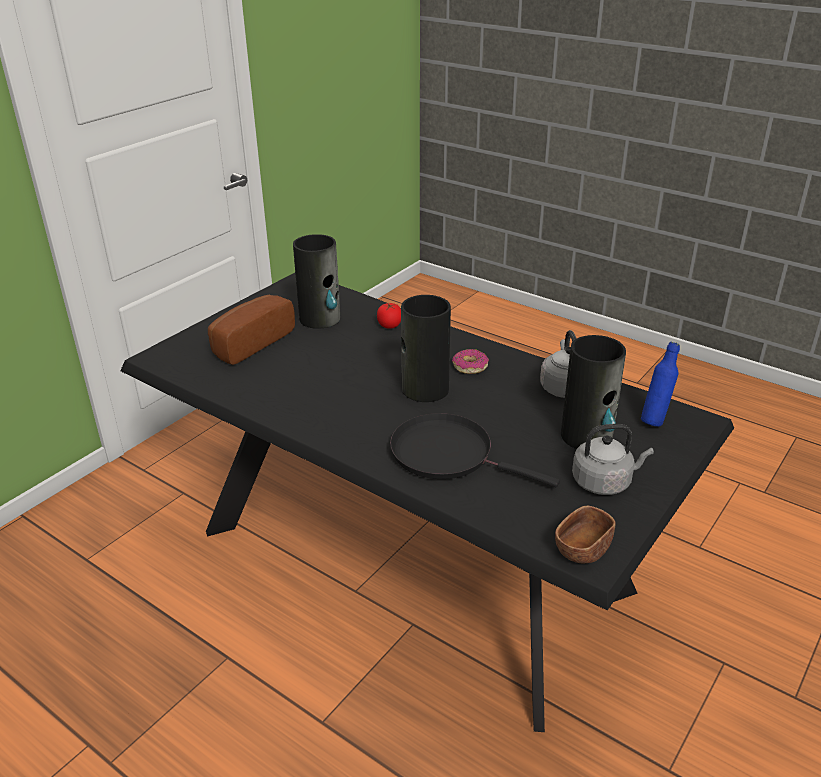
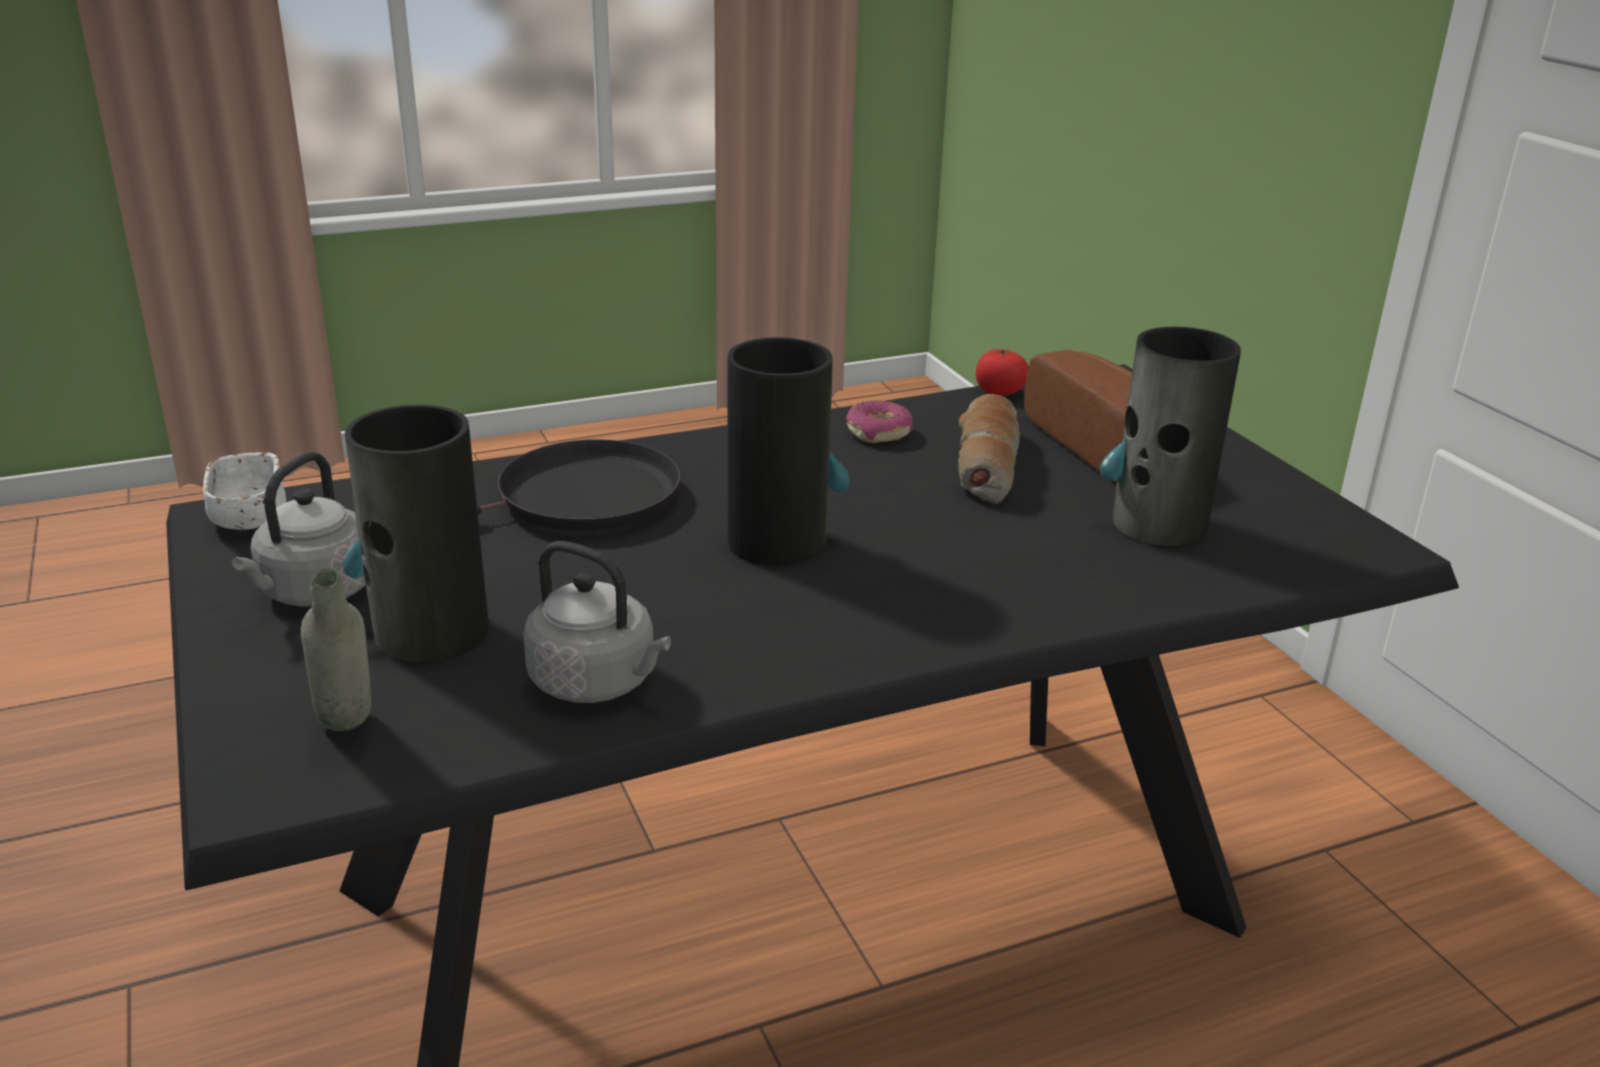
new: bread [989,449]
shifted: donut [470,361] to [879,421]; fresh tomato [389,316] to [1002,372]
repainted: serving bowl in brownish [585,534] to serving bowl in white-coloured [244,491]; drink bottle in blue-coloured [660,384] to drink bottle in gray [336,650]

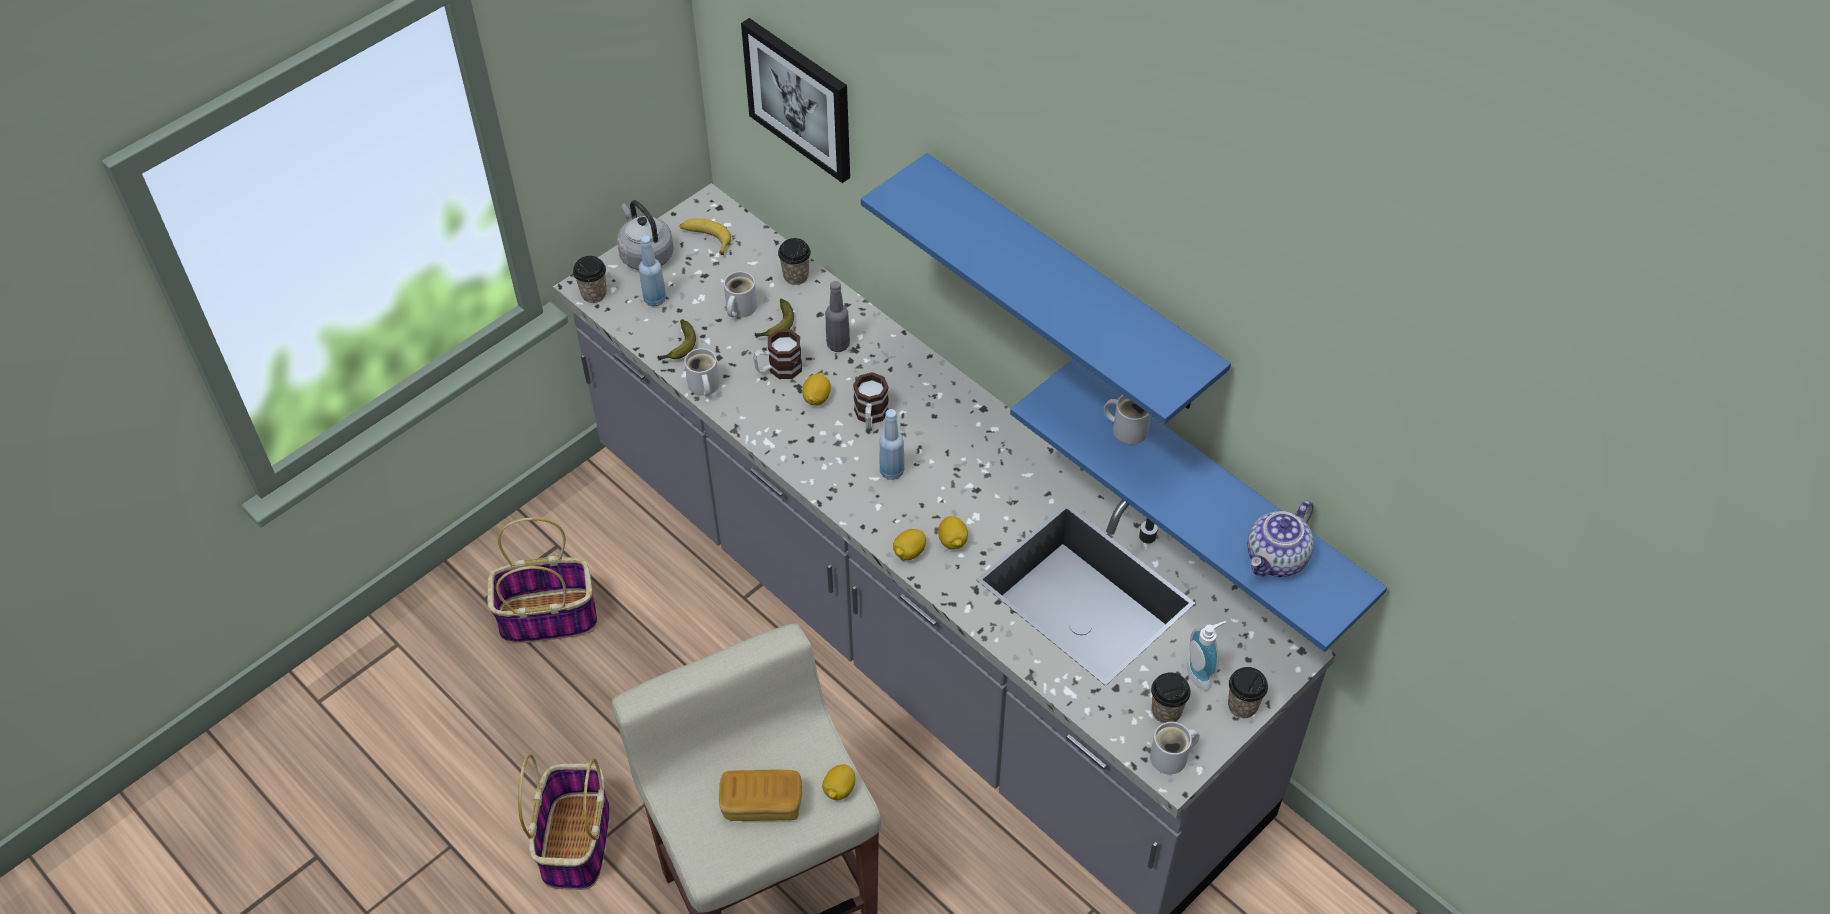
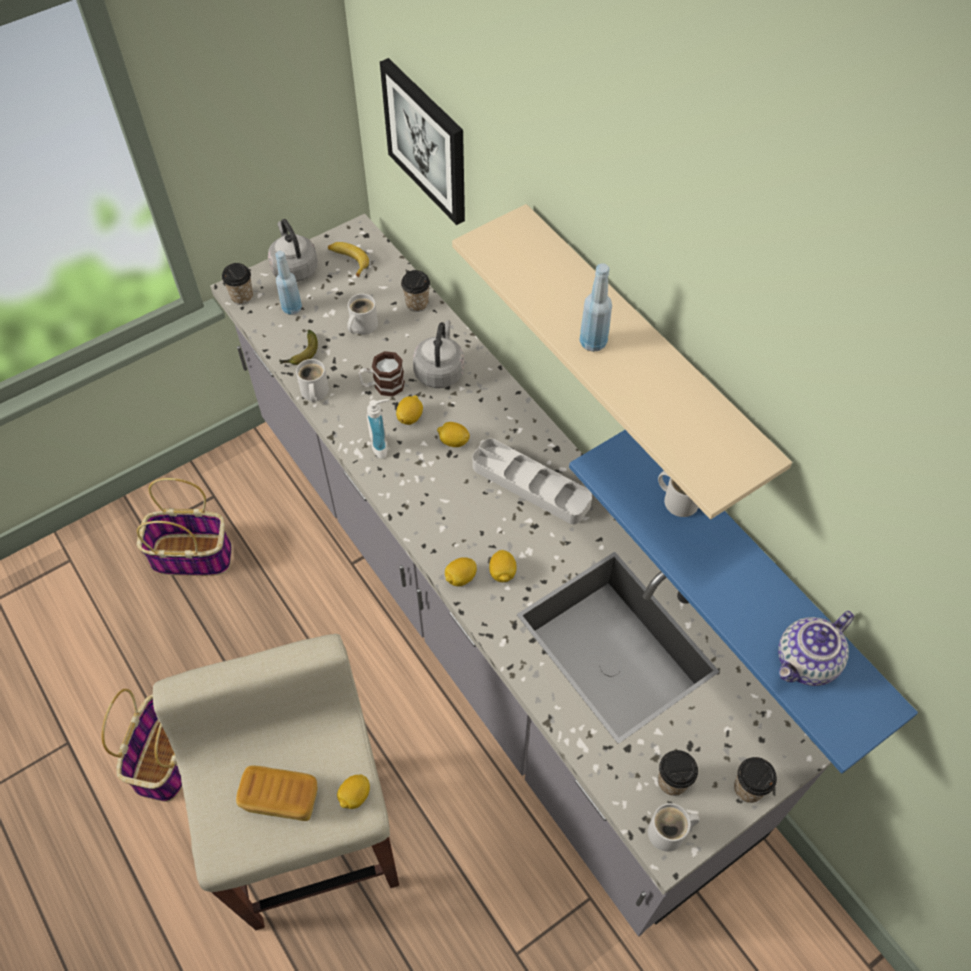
gone: whole banana [774,318]
new: carrying tray in gray [532,481]
shifted: soap dispenser [1206,656] to [378,429]; drink bottle in blue-coloured [891,444] to [595,307]
swapped: drink bottle in gray [837,316] to kettle in gray [438,354]; mug [871,400] to whole lemon [453,434]
repainted: shelf in blue-coloured [1046,289] to shelf in beige [622,361]

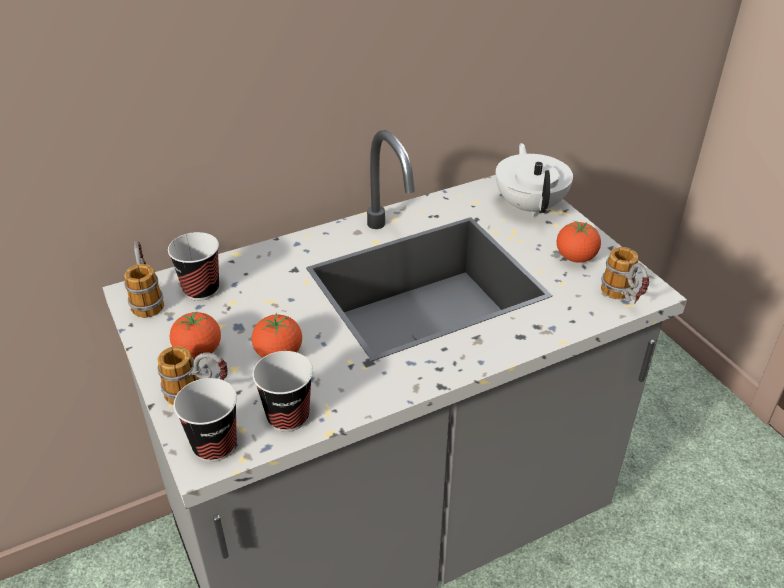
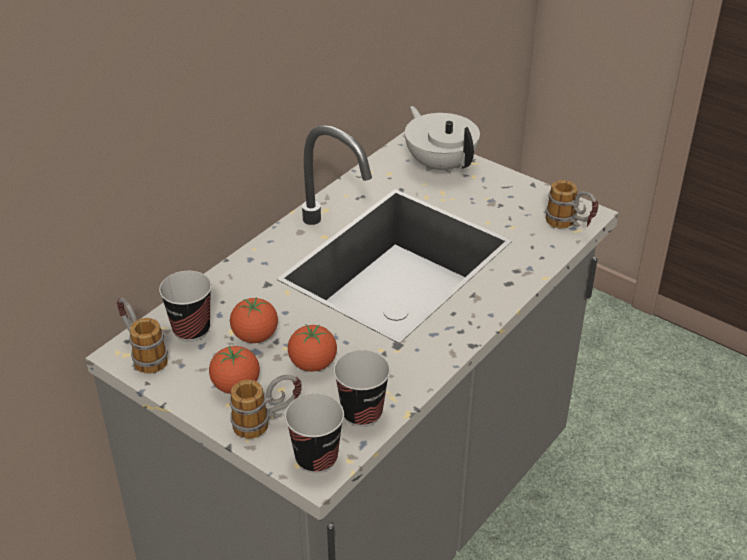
shifted: fresh tomato [579,242] to [254,320]

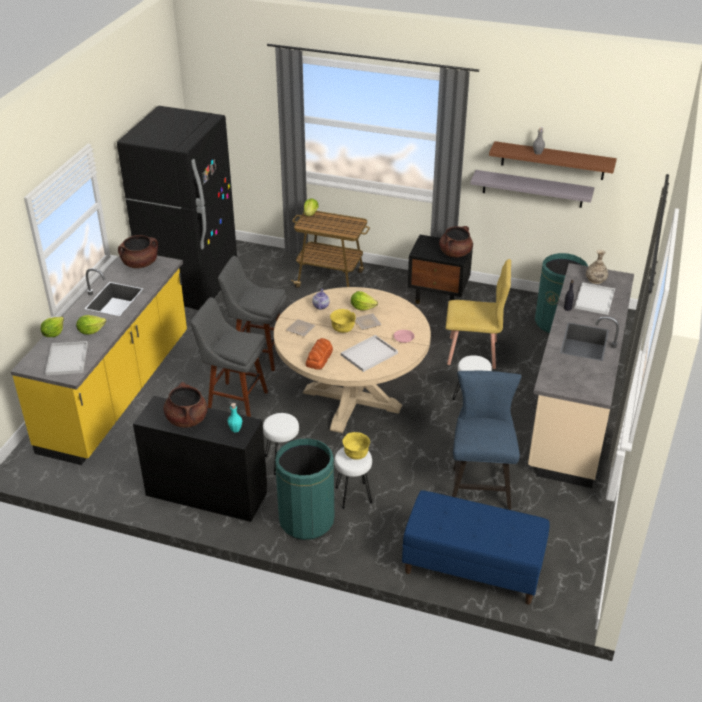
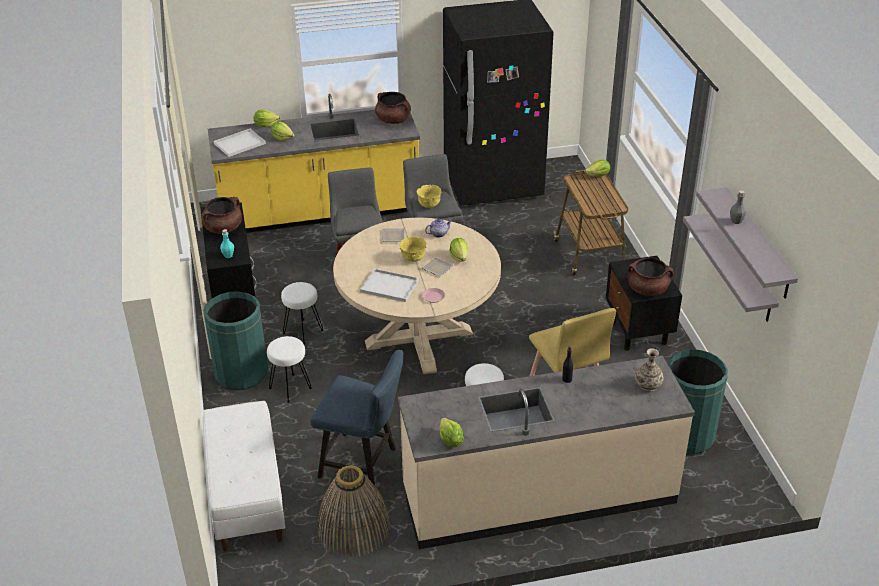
gone: bread [319,353]; carrying tray in white-coloured [595,298]
new: basket [354,511]; head of lettuce [452,433]
shifted: serving bowl in yellow-coloured [356,446] to [429,196]
repainted: bench in blue-coloured [476,547] to bench in white-coloured [244,476]; shelf in brownish [553,160] to shelf in gray [747,243]
rotated: plain chair in blue-coloured [487,440] = [357,419] 45 degrees clockwise

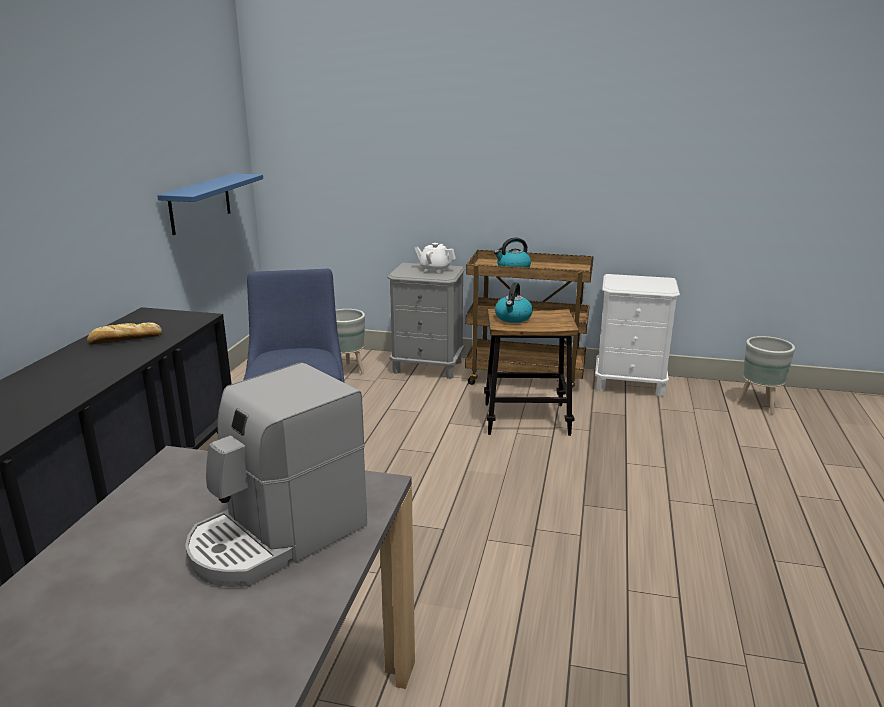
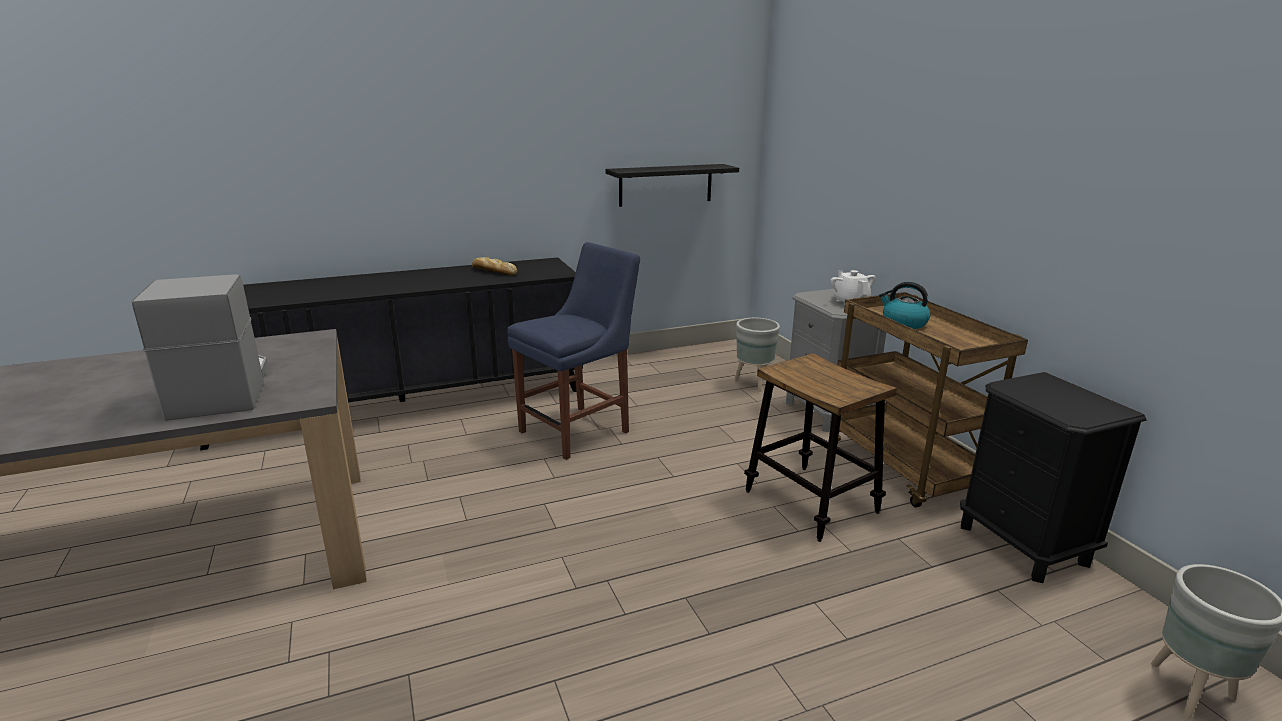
gone: kettle [514,302]
repainted: shelf in blue-coloured [210,204] to shelf in blackish [672,185]; nightstand in white-coloured [637,335] to nightstand in blackish [1053,477]
rotated: coffee maker [276,474] = [200,347] 60 degrees clockwise

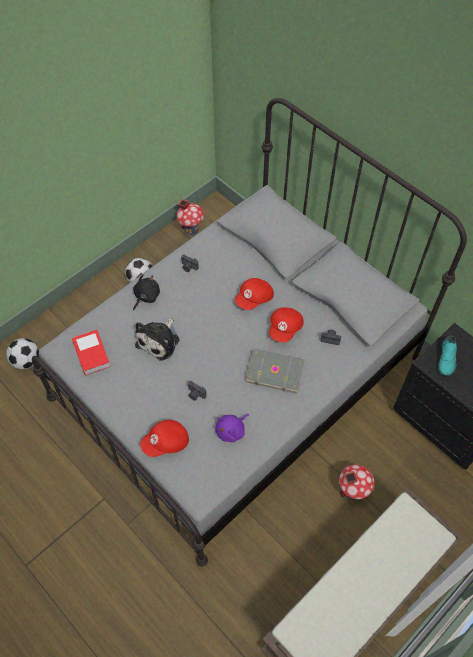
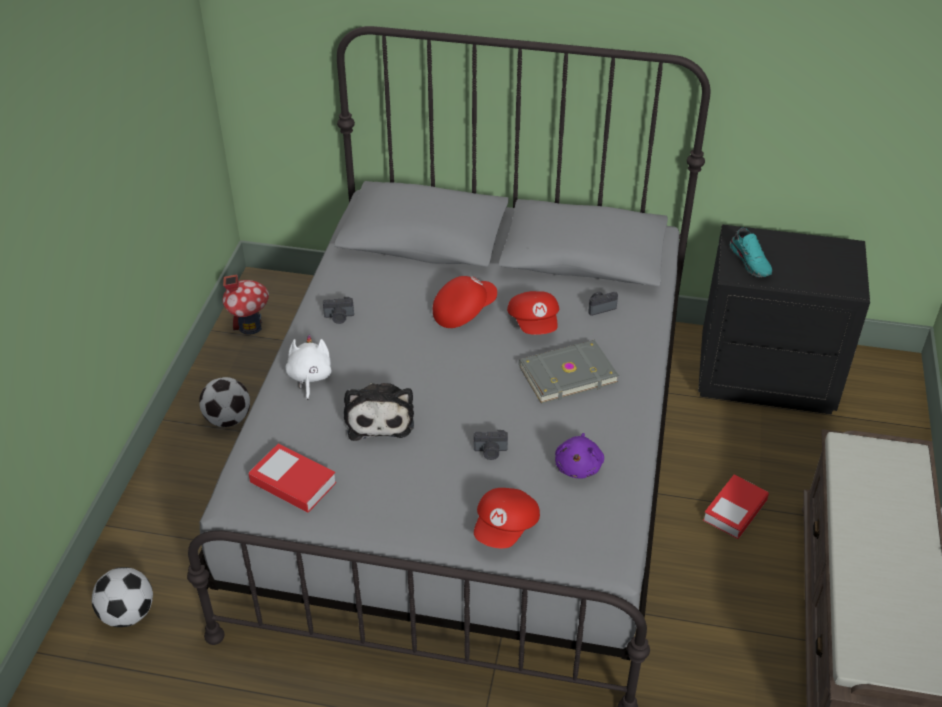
swapped: miniature house [357,482] to book [736,507]
repainted: cuddly toy in blackish [146,292] to cuddly toy in white-coloured [308,367]
rotated: baseball cap in red [254,294] = [465,302] 135 degrees counterclockwise

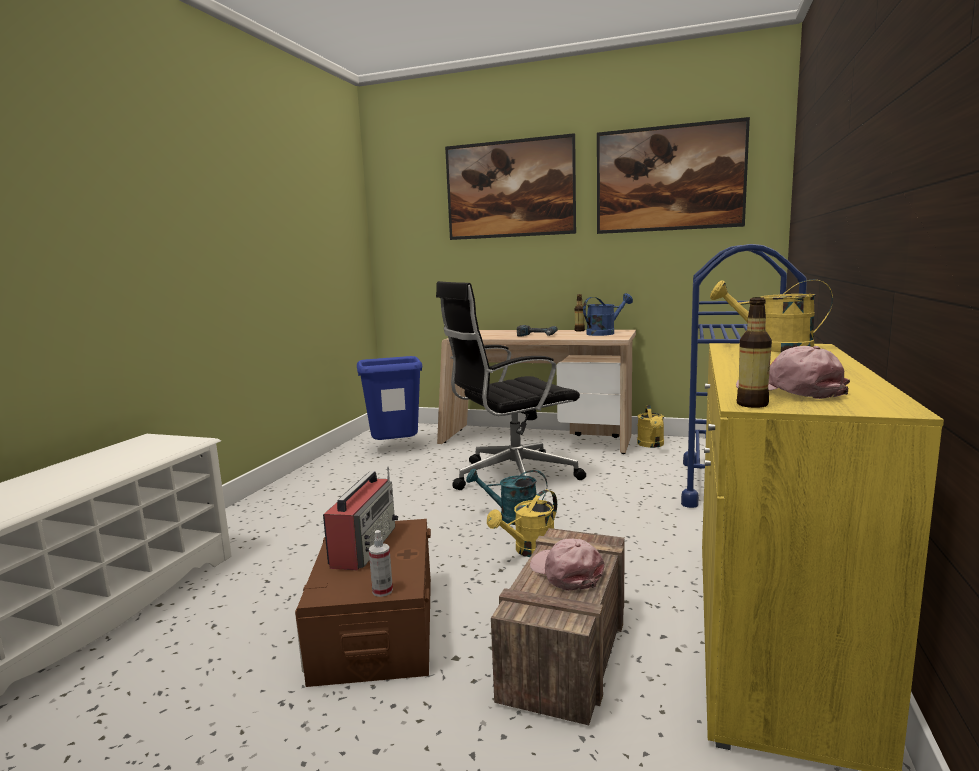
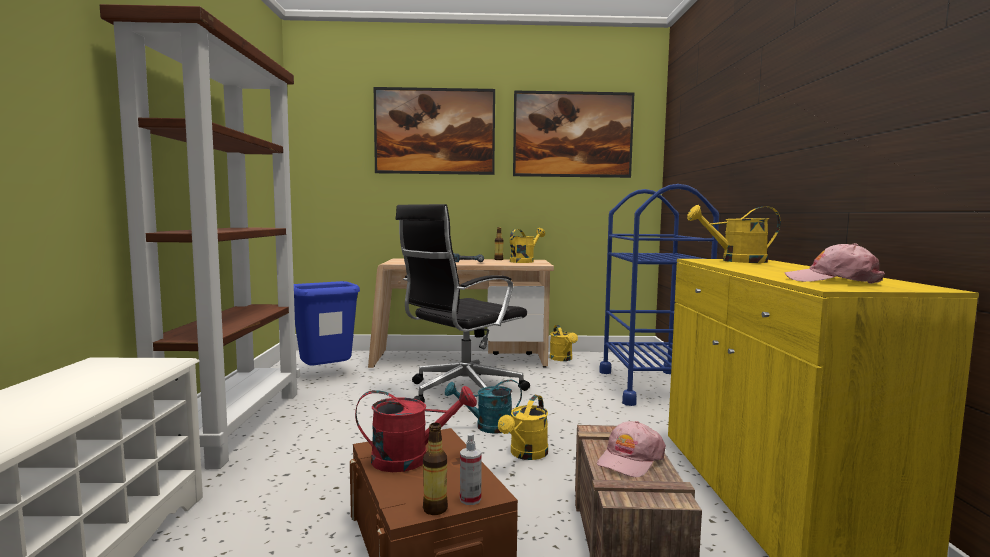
new: bookshelf in brownish [200,236]
shifted: drink bottle [754,352] to [435,469]
swapped: radio receiver [360,518] to sprinkling can in red [416,429]
repainted: sprinkling can in blue-coloured [608,314] to sprinkling can in yellow-coloured [527,245]
rotated: baseball cap in pink [567,565] = [631,449] 90 degrees counterclockwise

